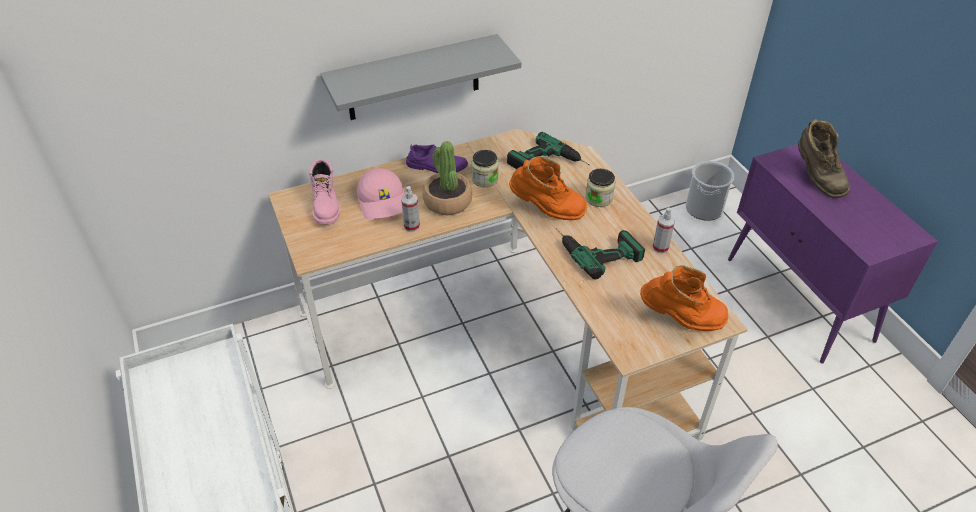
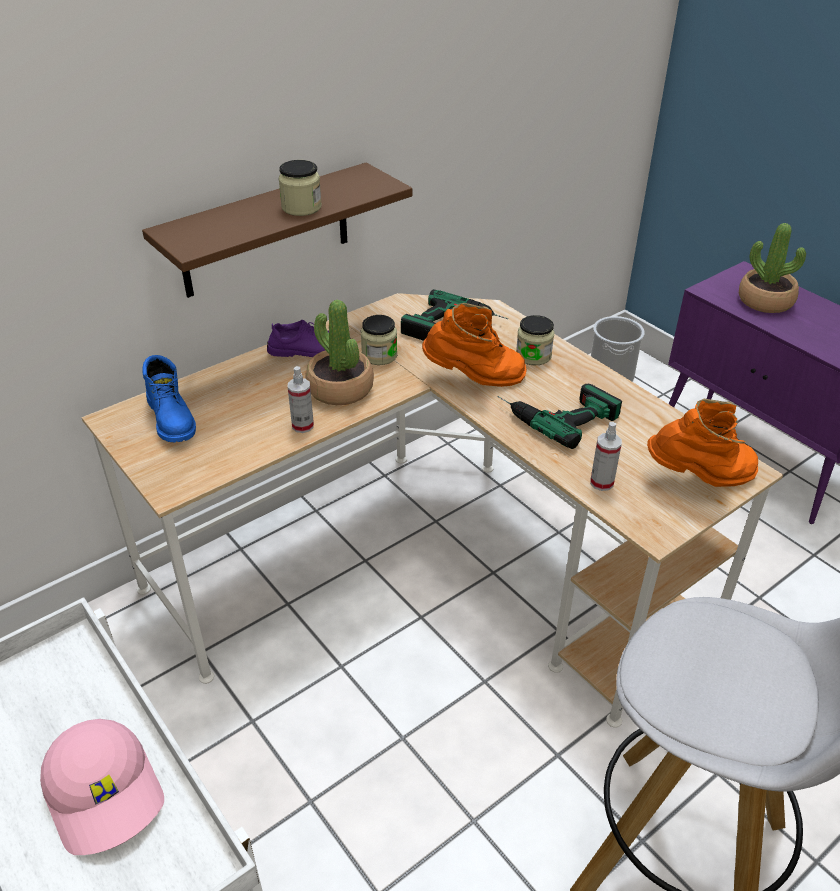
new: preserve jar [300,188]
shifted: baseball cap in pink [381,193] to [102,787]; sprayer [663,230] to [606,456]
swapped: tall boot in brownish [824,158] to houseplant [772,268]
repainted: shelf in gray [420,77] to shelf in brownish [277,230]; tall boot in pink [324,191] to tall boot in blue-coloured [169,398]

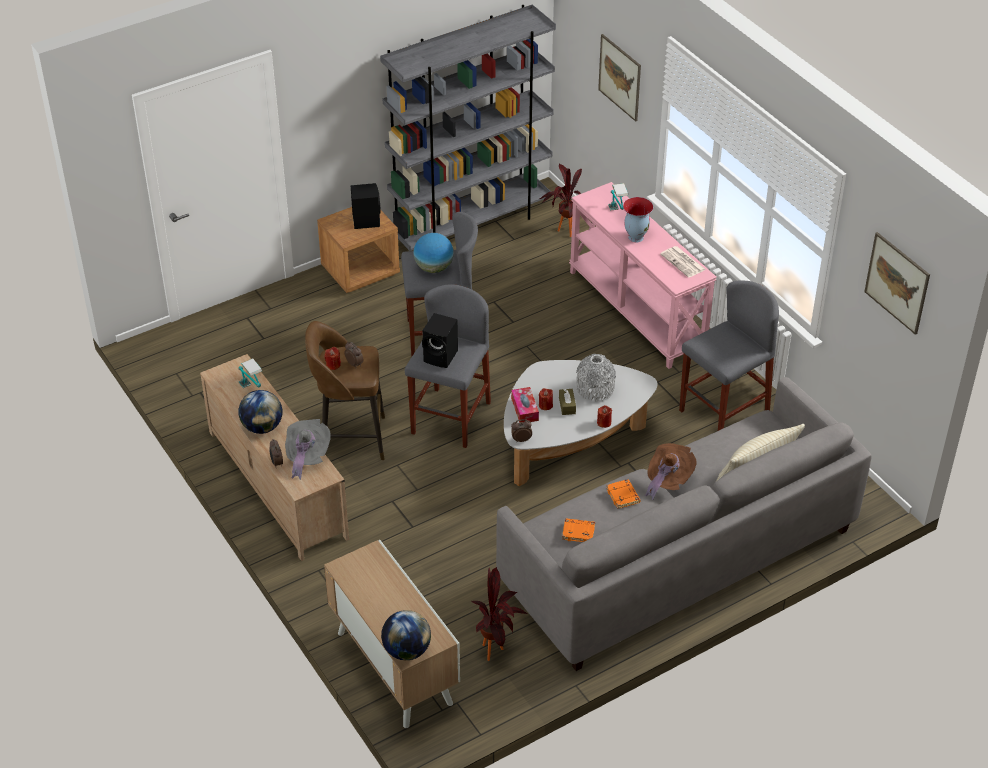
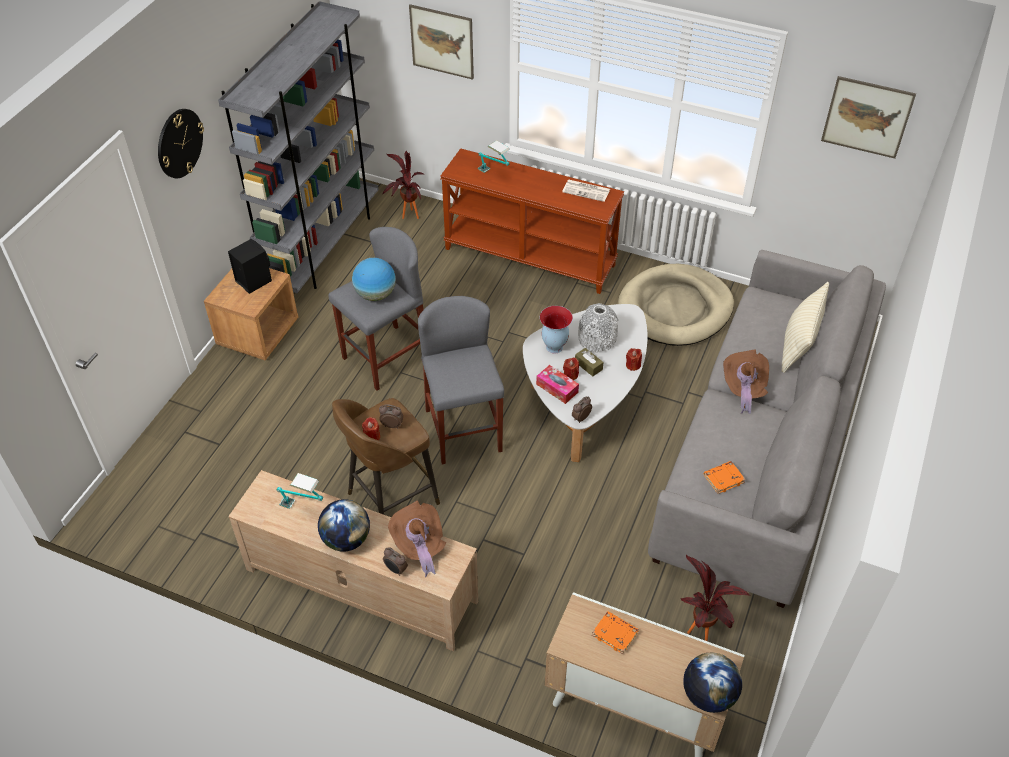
gone: audio speaker in blackish [440,340]
new: hanging clock [181,143]
shifted: decorative vase [638,219] to [556,329]; book in orange [623,494] to [615,632]
swapped: stool in gray [729,356] to dog bed in beige [676,305]
repainted: clothing hat in gray [308,449] to clothing hat in brownish [417,539]; console table in pink [643,275] to console table in brownish [532,221]

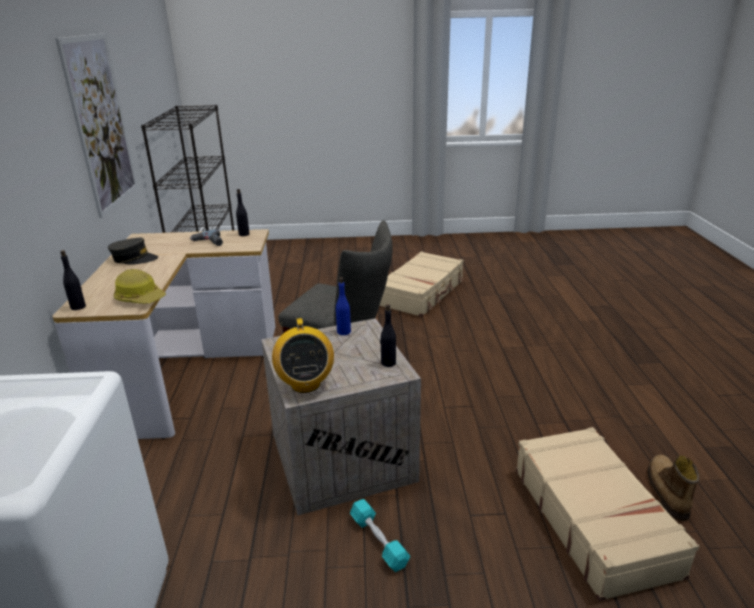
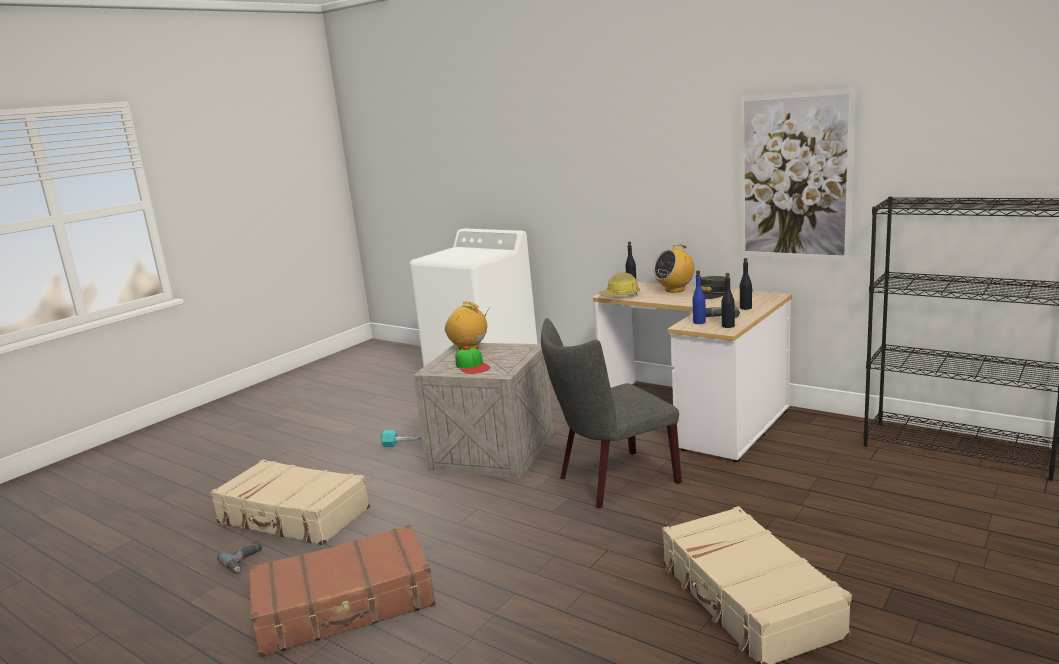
new: piece of luggage in brownish [342,590]; baseball cap [472,360]; radio receiver [674,268]
shifted: drink bottle in blue-coloured [343,306] to [699,297]; drink bottle in blackish [388,335] to [746,284]
swapped: tall boot [673,488] to drill [239,557]

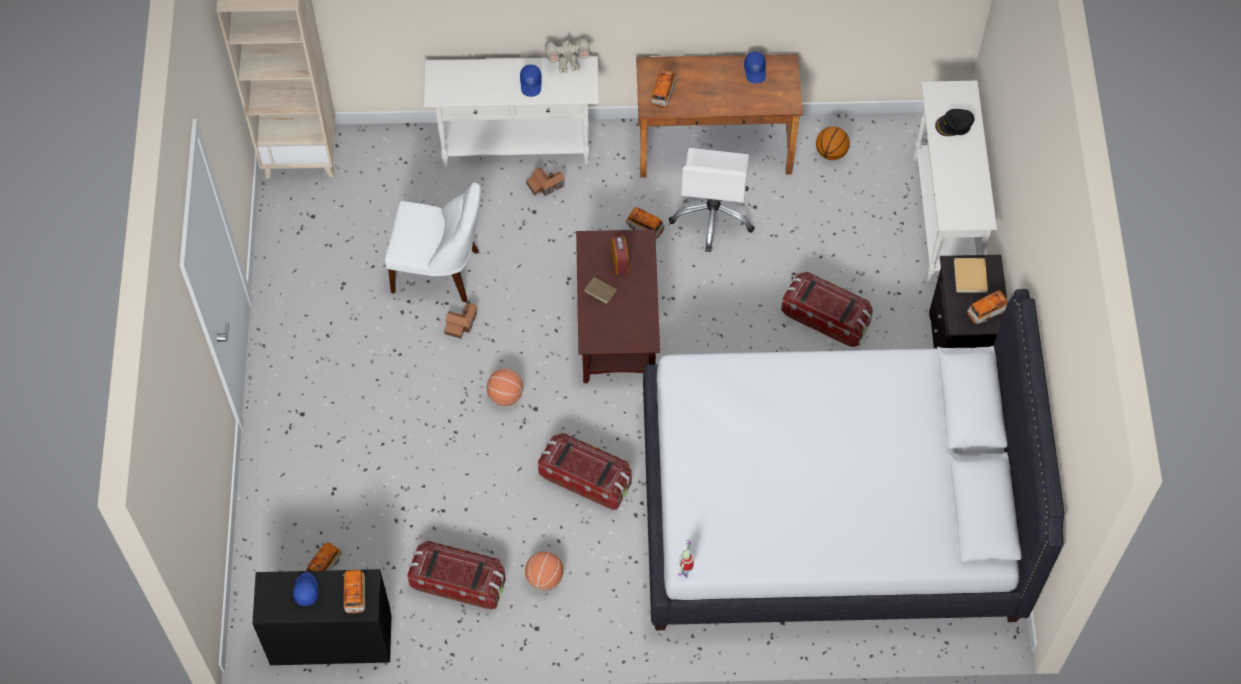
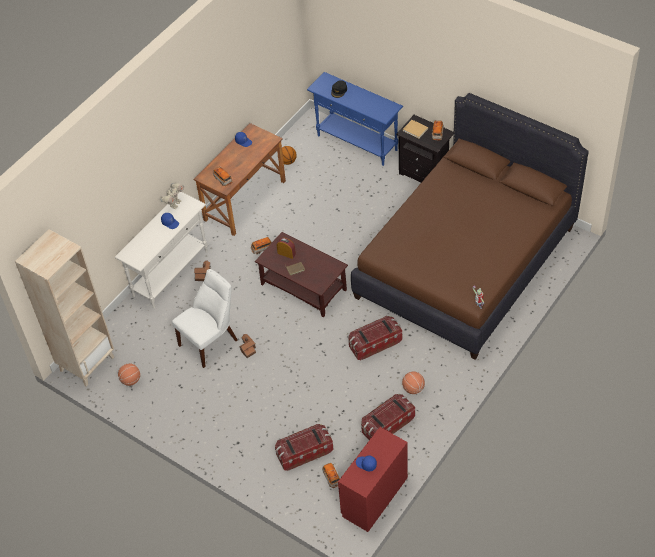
gone: miniature car [354,592]; computer chair in white-coloured [712,200]
shifted: basketball ball [505,387] to [129,374]; storage bin [827,309] to [304,447]
repainted: console table in white-coloured [955,181] to console table in blue-coloured [355,119]; dresser in blackish [322,617] to dresser in red [373,479]; bed in white-coloured [853,459] to bed in brownish [470,226]

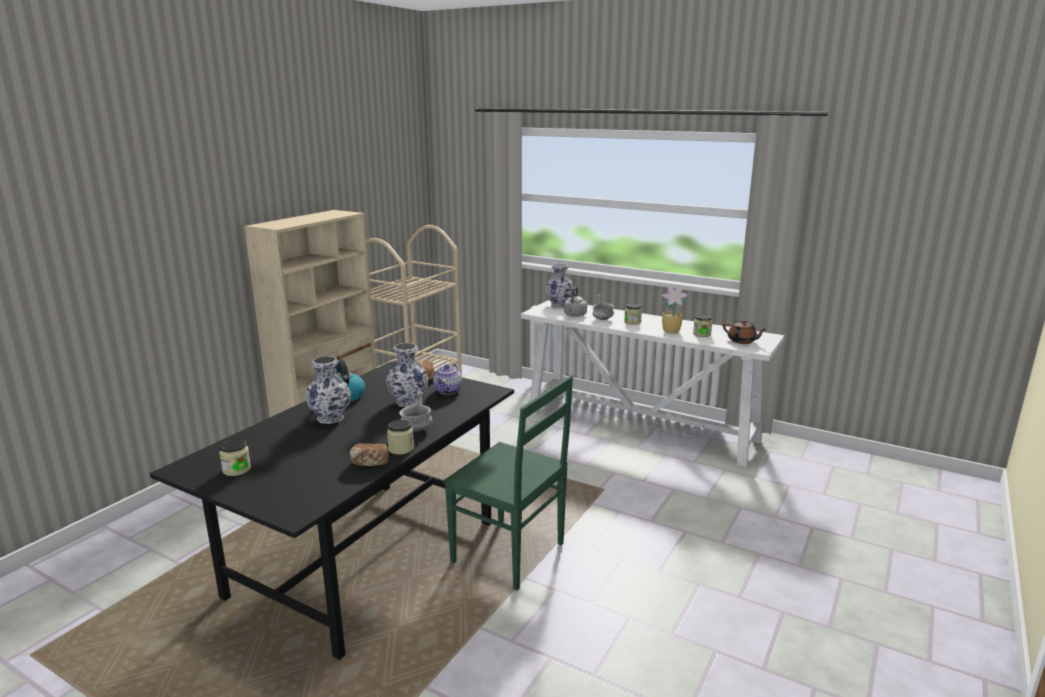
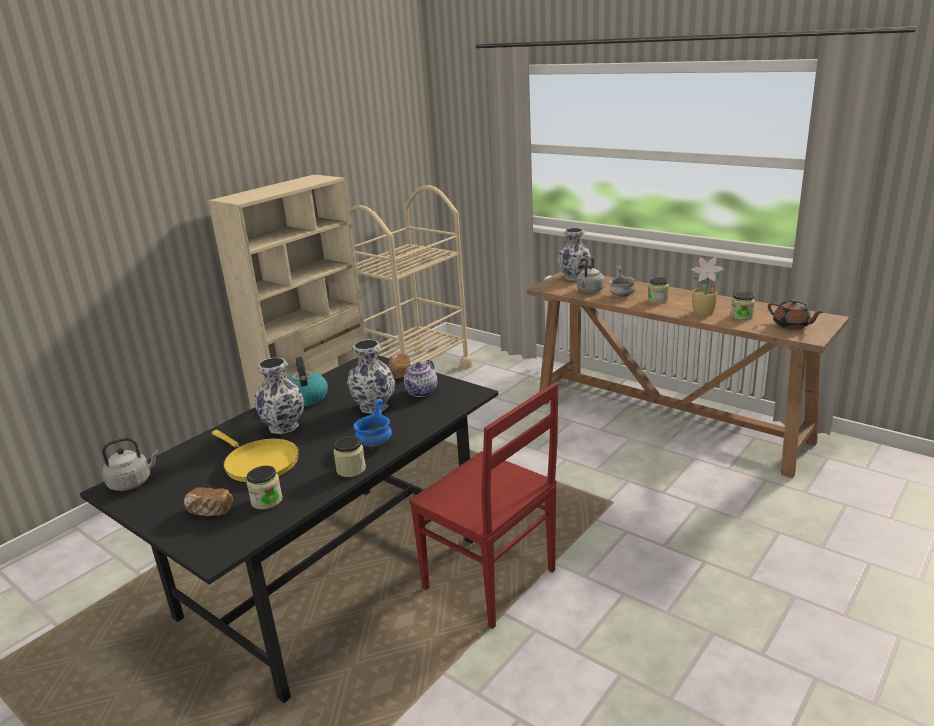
new: kettle in gray [130,464]; frying pan in yellow-coloured [255,456]
shifted: bread [369,454] to [208,501]; preserve jar [235,457] to [265,488]
repainted: serving bowl in gray [415,411] to serving bowl in blue-coloured [372,423]; plain chair in greenish [508,483] to plain chair in red [483,505]; console table in white-coloured [652,383] to console table in brownish [688,374]

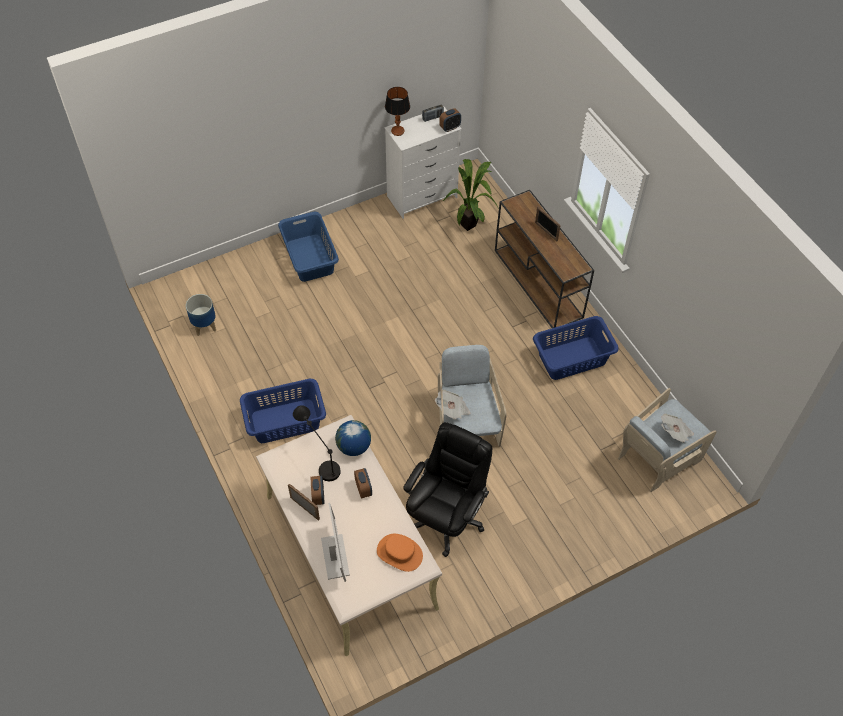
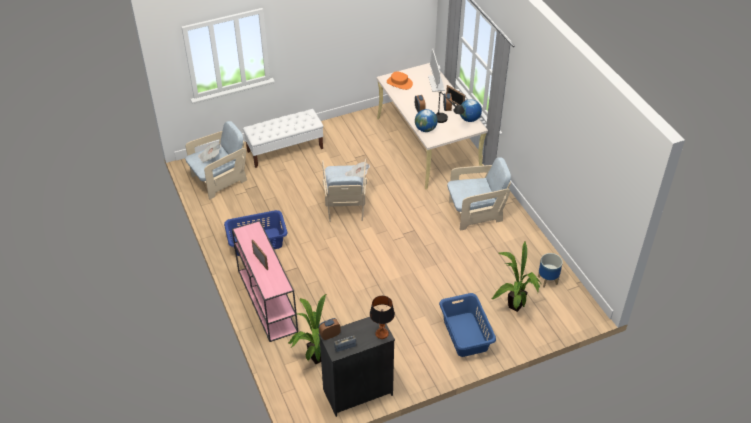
gone: computer chair in blackish [447,489]
new: bench in white-coloured [283,138]; globe [471,110]; houseplant [516,277]
swapped: hamper in blue-coloured [283,411] to easy chair in beige [479,194]
repainted: console table in brownish [544,259] to console table in pink [265,281]; dresser in white-coloured [423,162] to dresser in blackish [357,367]

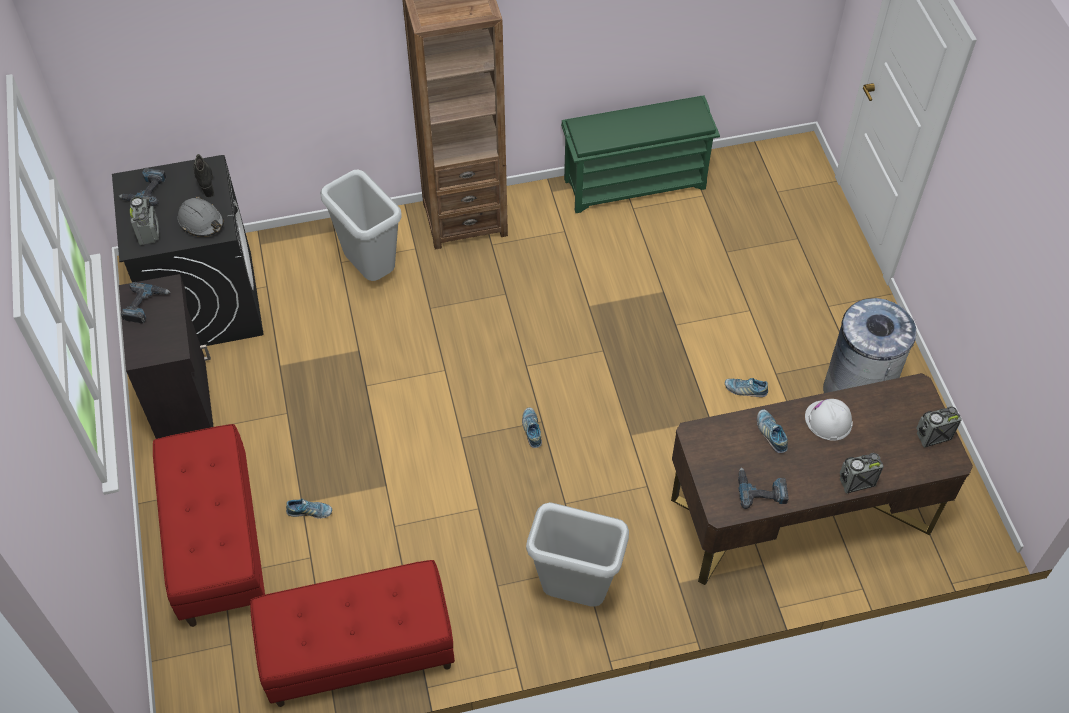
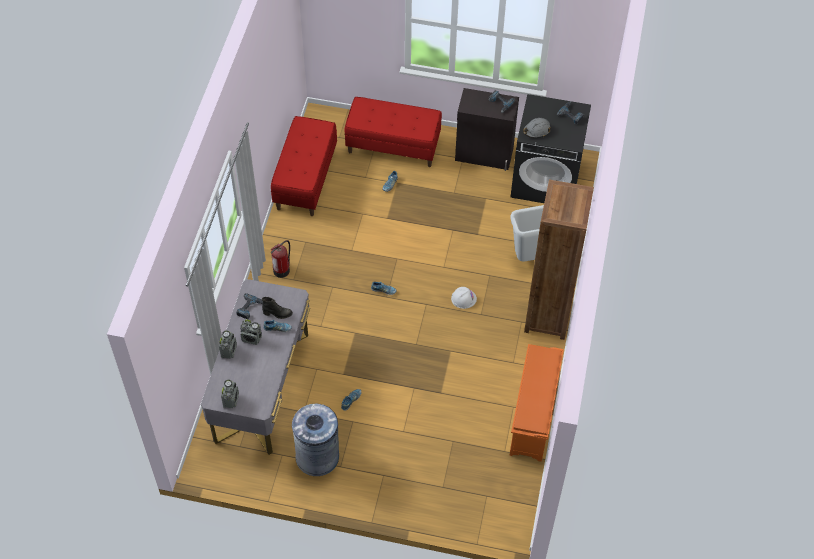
shifted: radio receiver [144,220] to [251,332]; tall boot in blackish [204,175] to [277,308]; hard hat in white-coloured [829,420] to [464,298]
swapped: trash can in gray [577,554] to fire extinguisher [280,259]
repainted: desk table in brownish [822,479] to desk table in gray [255,367]; shoe rack in greenish [640,154] to shoe rack in orange [537,403]

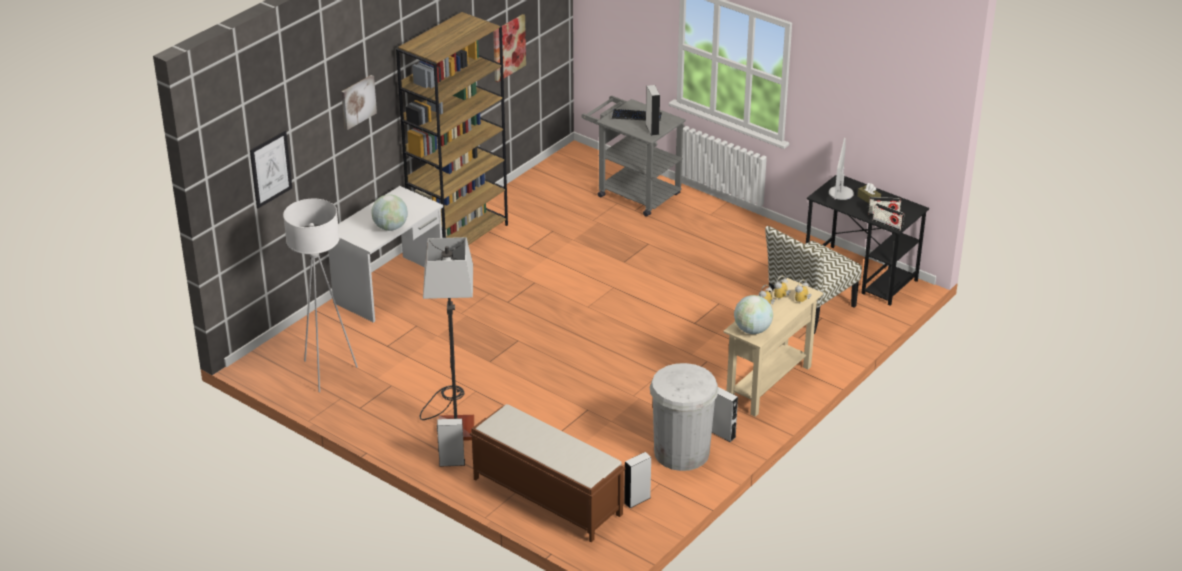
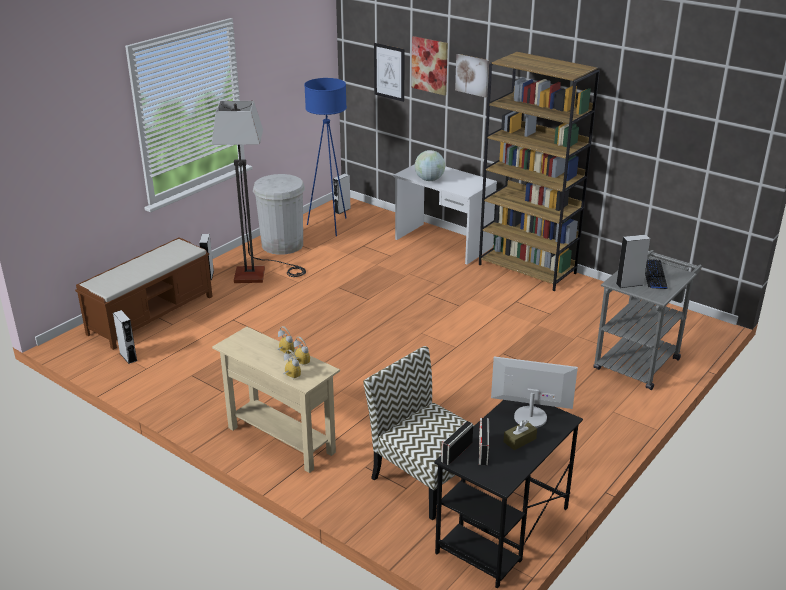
gone: globe [753,314]
shifted: trash can in white-coloured [684,417] to [279,214]; audio speaker in gray [725,414] to [342,193]; picture [509,48] to [430,66]
repainted: standing lamp in white-coloured [320,295] to standing lamp in blue-coloured [325,157]

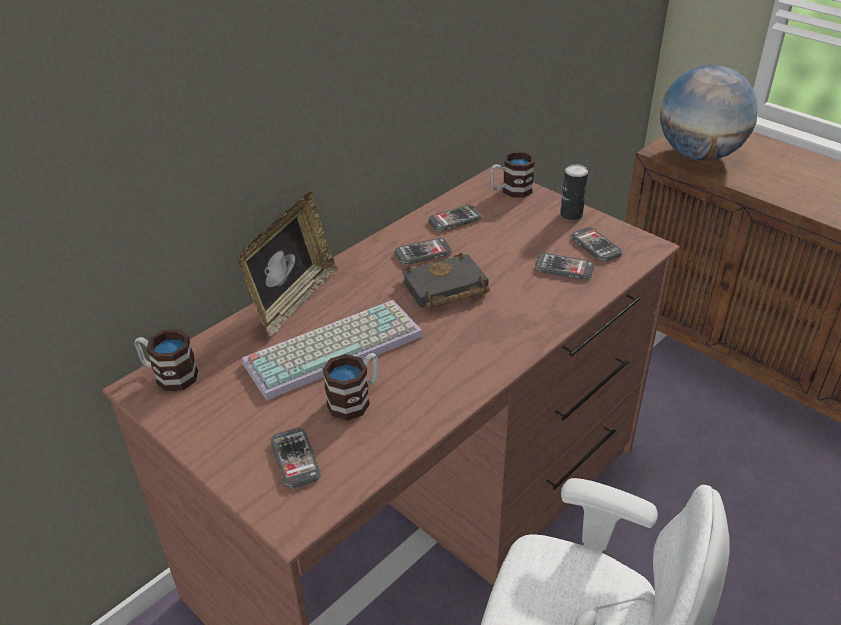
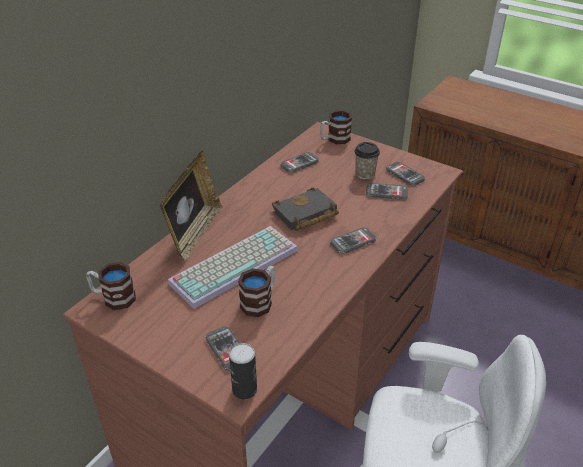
gone: globe [709,113]
new: cup [367,160]
shifted: sealed can [574,192] to [243,371]; handset [423,251] to [353,240]

